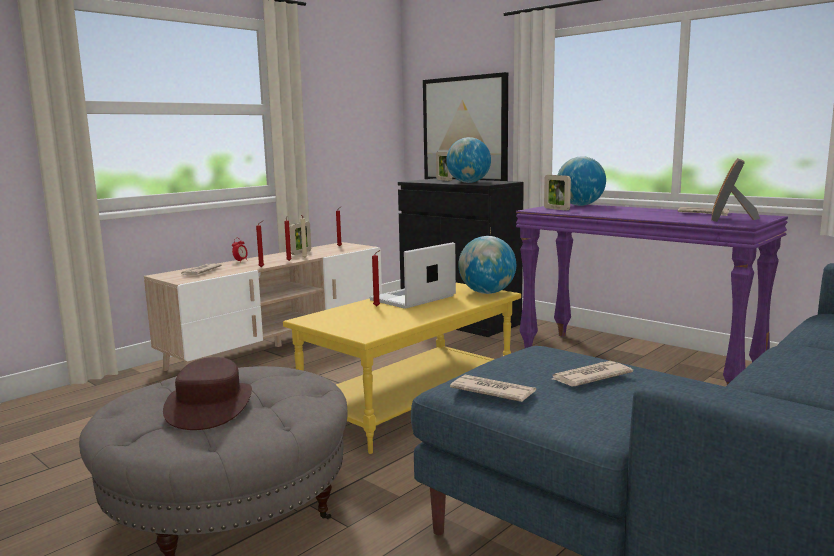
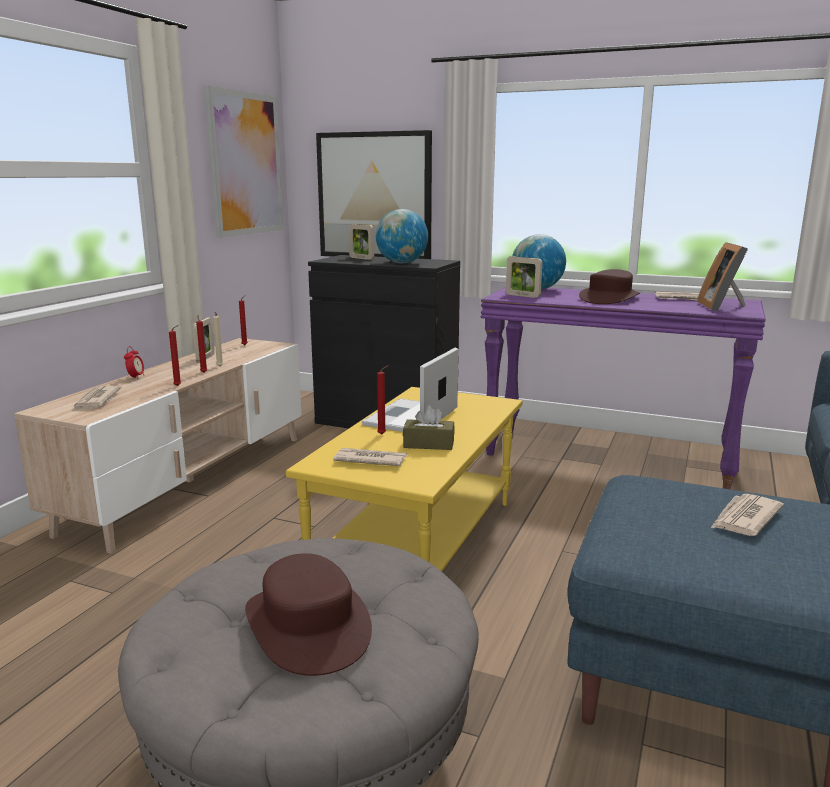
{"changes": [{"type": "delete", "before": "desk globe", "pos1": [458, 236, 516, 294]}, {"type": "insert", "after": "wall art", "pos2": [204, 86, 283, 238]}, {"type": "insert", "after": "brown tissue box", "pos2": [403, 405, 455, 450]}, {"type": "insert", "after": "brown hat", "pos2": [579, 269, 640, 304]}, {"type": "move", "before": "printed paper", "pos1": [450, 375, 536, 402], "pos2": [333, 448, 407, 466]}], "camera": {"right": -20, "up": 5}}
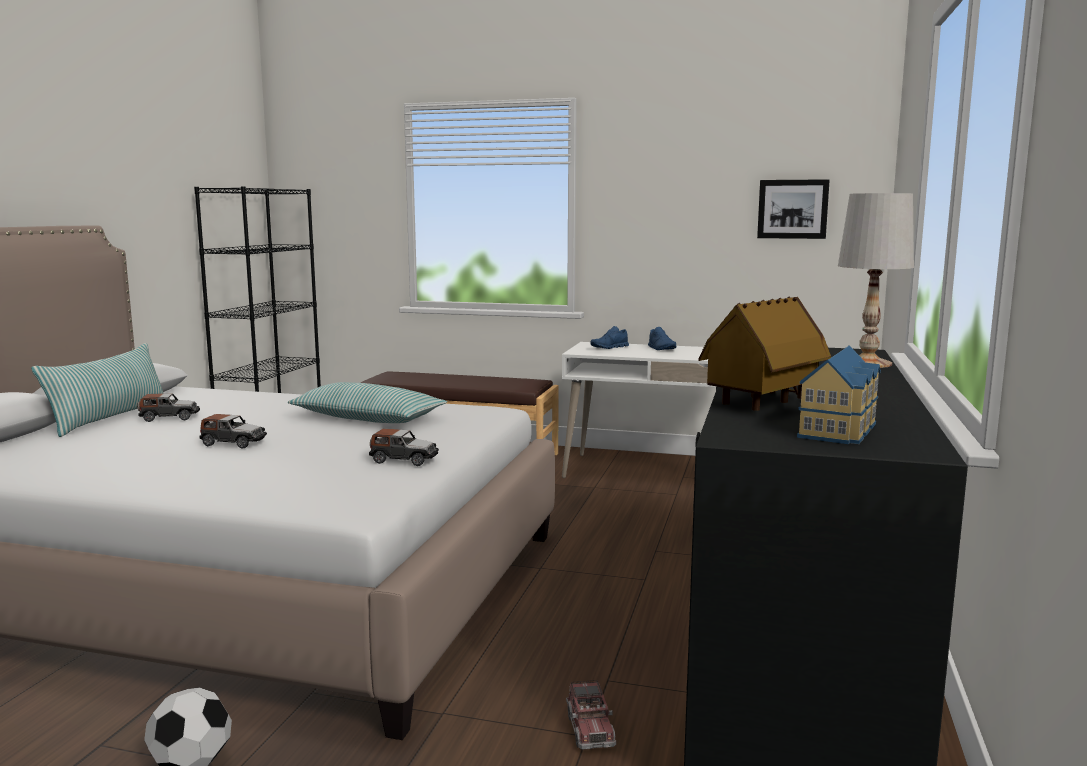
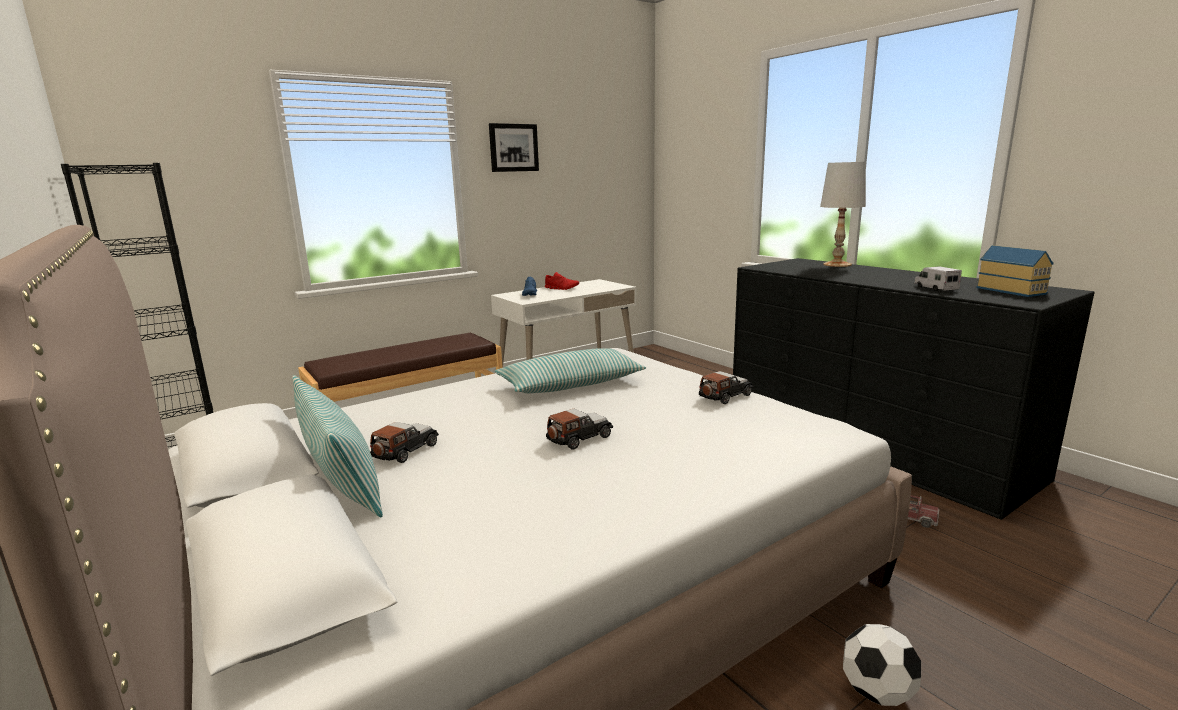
{"changes": [{"type": "move", "before": "wall art", "pos1": [757, 179, 830, 239], "pos2": [489, 123, 539, 172]}, {"type": "replace", "before": "model house", "after": "toy truck", "pos1": [698, 296, 831, 411], "pos2": [914, 266, 962, 291]}, {"type": "recolor", "before": "blue low shoe", "after": "red low shoe", "pos1": [648, 327, 677, 350], "pos2": [545, 272, 579, 290]}], "camera": {"right": -50, "up": 5}}
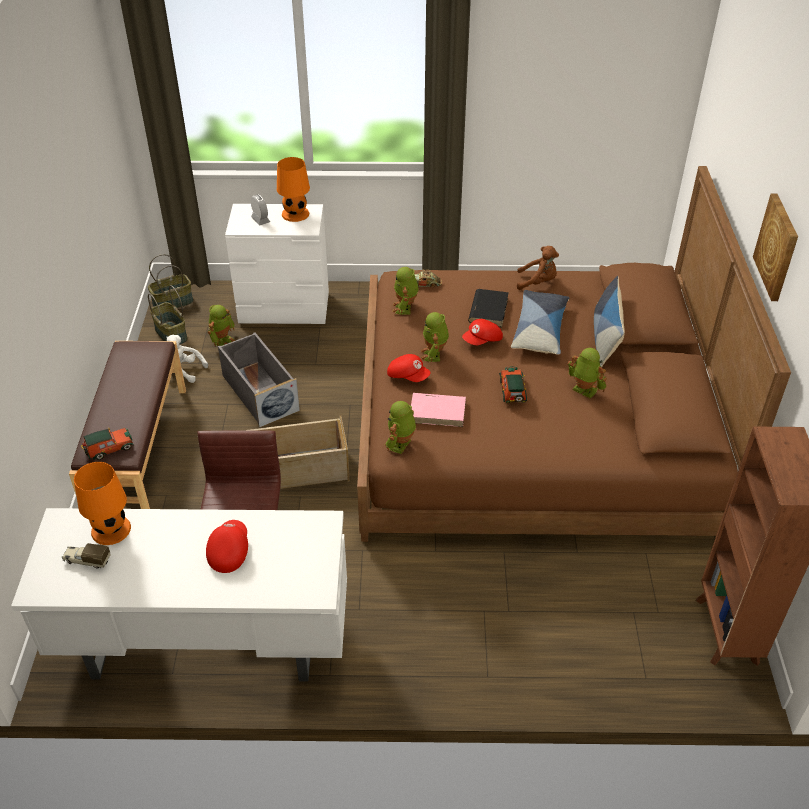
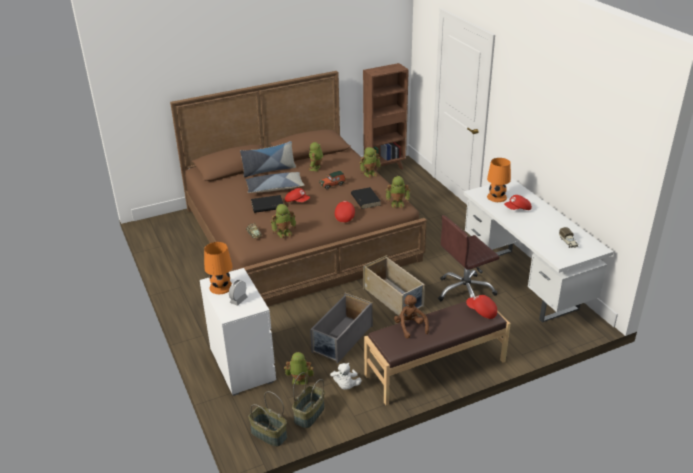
{"changes": [{"type": "delete", "before": "wall art", "pos1": [753, 194, 798, 301]}, {"type": "move", "before": "orange-coloured lamp for a table", "pos1": [74, 462, 131, 545], "pos2": [487, 158, 511, 202]}, {"type": "move", "before": "toy robot", "pos1": [421, 312, 449, 362], "pos2": [359, 147, 381, 178]}, {"type": "move", "before": "brown soft toy", "pos1": [517, 246, 559, 290], "pos2": [394, 295, 429, 339]}, {"type": "replace", "before": "model car", "after": "red baseball cap", "pos1": [81, 428, 133, 460], "pos2": [466, 295, 497, 319]}, {"type": "recolor", "before": "pinkish bound book", "after": "black-coloured bound book", "pos1": [411, 393, 466, 427], "pos2": [351, 187, 380, 209]}], "camera": {"right": -115, "up": -10}}
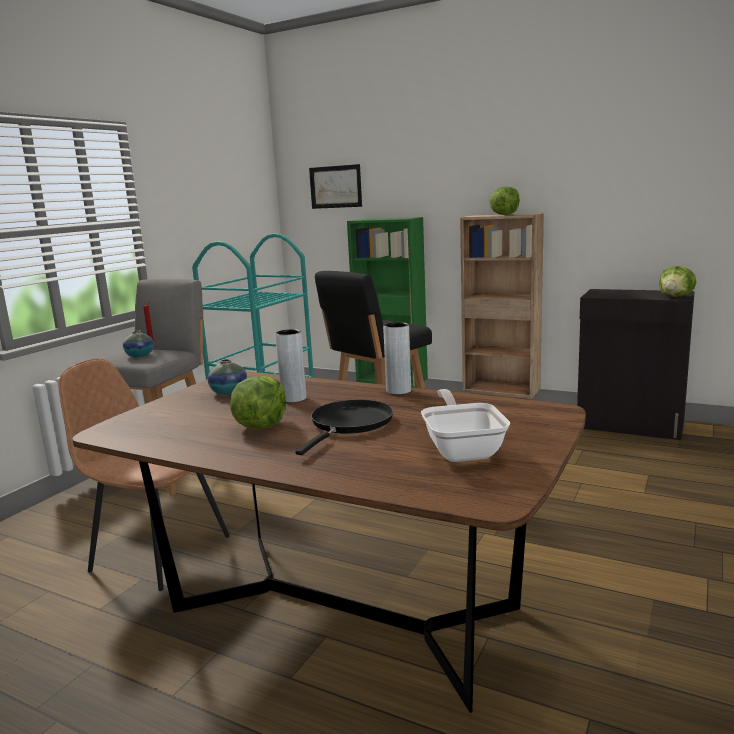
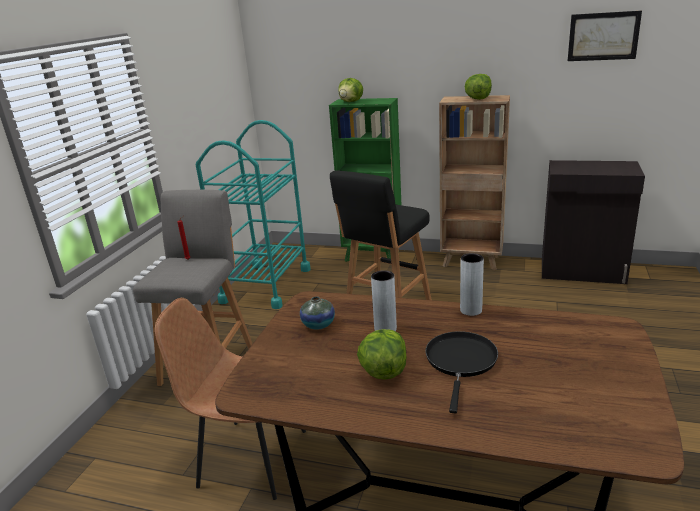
{"changes": [{"type": "delete", "before": "decorative vase", "pos1": [123, 330, 154, 357]}, {"type": "delete", "before": "pan", "pos1": [421, 389, 510, 462]}, {"type": "move", "before": "wall art", "pos1": [309, 164, 362, 209], "pos2": [568, 11, 642, 61]}, {"type": "move", "before": "lettuce", "pos1": [659, 266, 697, 297], "pos2": [338, 78, 363, 102]}], "camera": {"right": -10, "up": 10}}
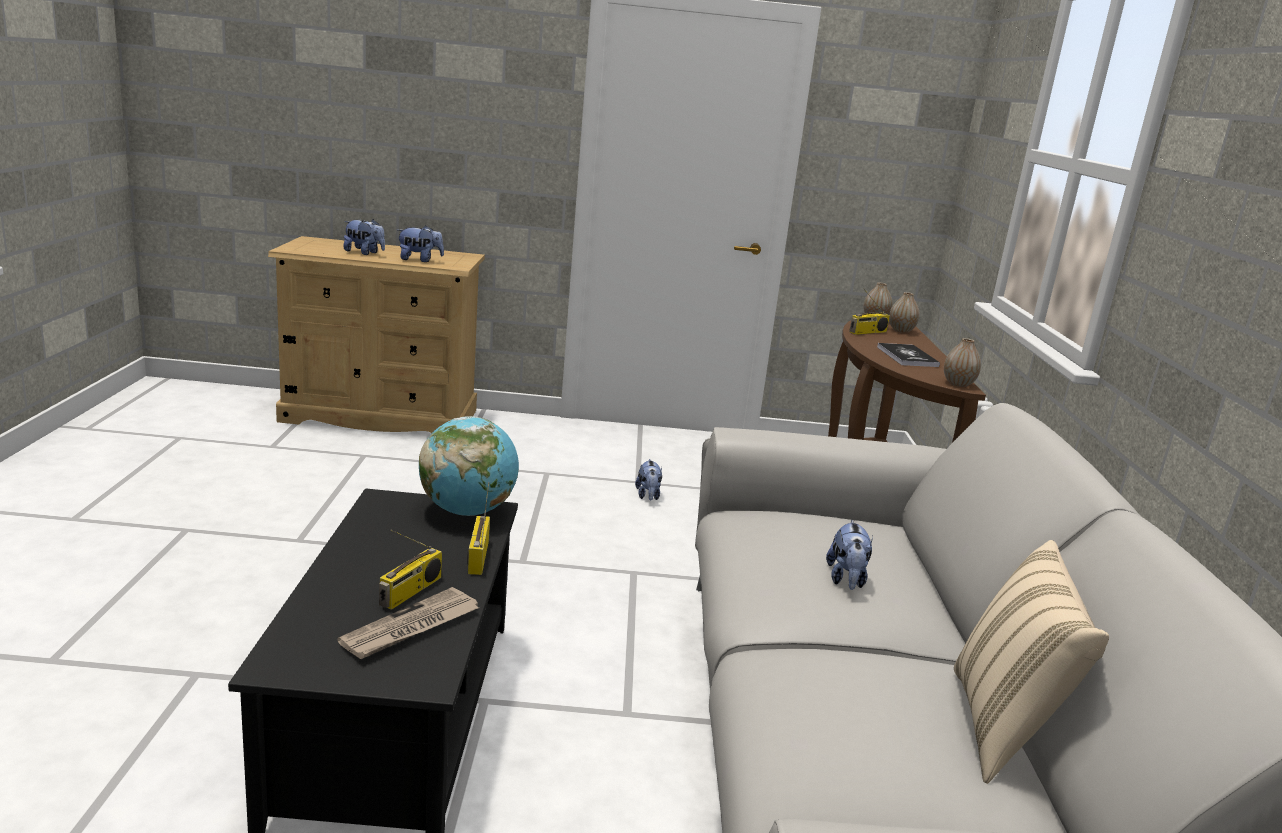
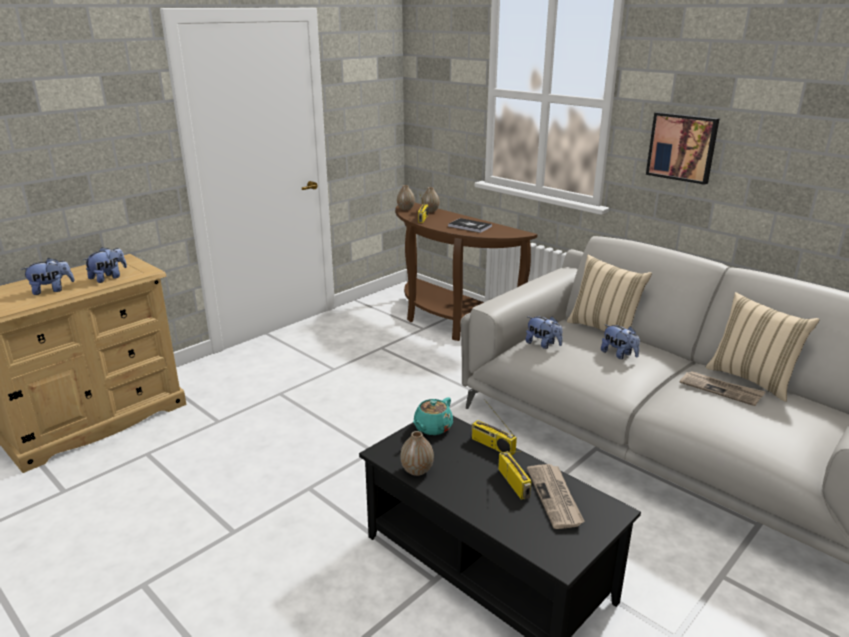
{"changes": [{"type": "insert", "after": "beige throw pillow", "pos2": [567, 255, 652, 331]}, {"type": "insert", "after": "wall art", "pos2": [646, 112, 720, 185]}, {"type": "insert", "after": "printed paper", "pos2": [680, 371, 765, 406]}, {"type": "move", "before": "soft toy", "pos1": [635, 459, 662, 501], "pos2": [525, 316, 563, 349]}, {"type": "move", "before": "decorative vase", "pos1": [944, 338, 981, 387], "pos2": [400, 431, 434, 476]}, {"type": "replace", "before": "desk globe", "after": "turquoise teapot", "pos1": [419, 416, 519, 516], "pos2": [413, 398, 453, 435]}], "camera": {"right": -45, "up": 5}}
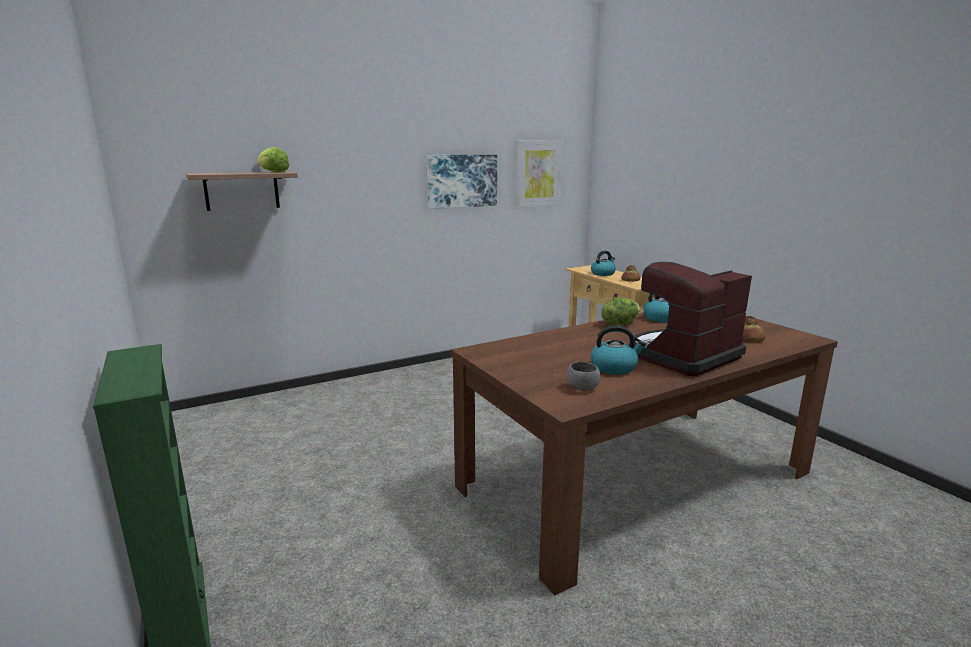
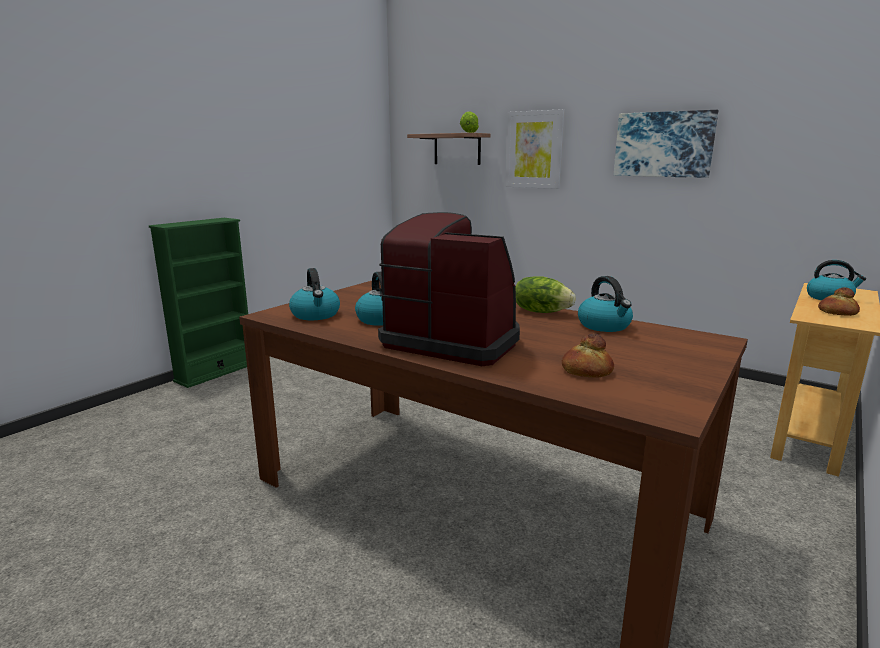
{"changes": [{"type": "move", "before": "wall art", "pos1": [516, 140, 563, 208], "pos2": [505, 109, 565, 189]}, {"type": "replace", "before": "greyish bowl", "after": "water kettle", "pos1": [567, 362, 600, 391], "pos2": [289, 268, 340, 320]}], "camera": {"right": 65, "up": 0}}
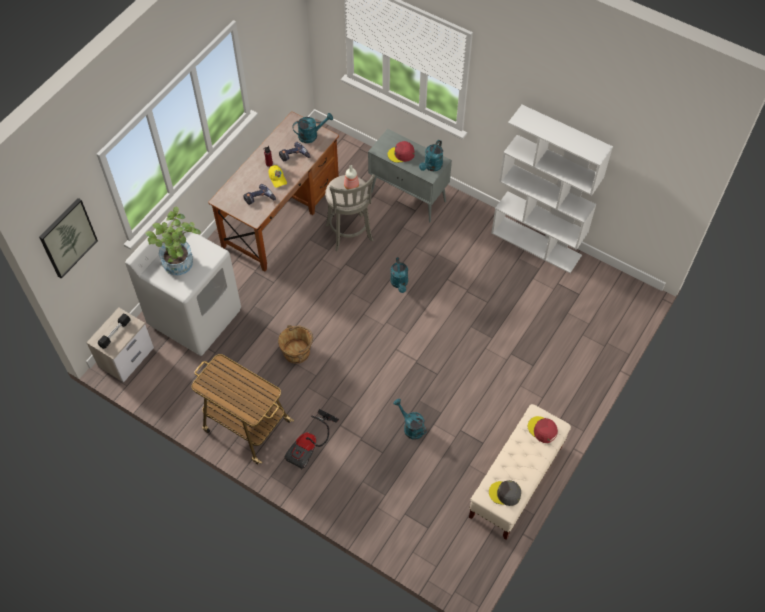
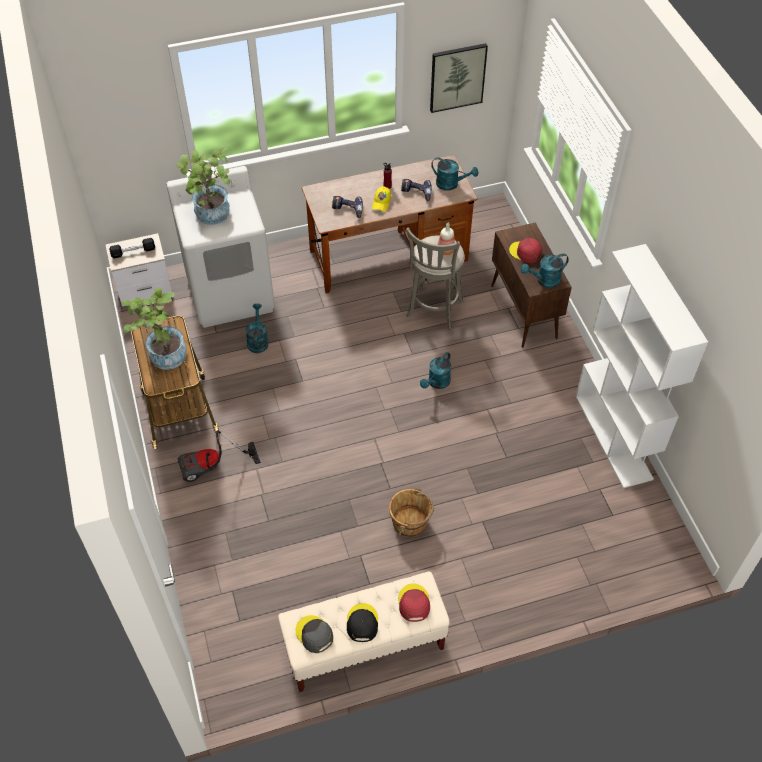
{"changes": [{"type": "insert", "after": "plant in a pot", "pos2": [122, 287, 186, 370]}, {"type": "insert", "after": "black-coloured baseball cap", "pos2": [347, 603, 378, 642]}, {"type": "move", "before": "wall art", "pos1": [39, 198, 98, 279], "pos2": [430, 43, 488, 113]}, {"type": "move", "before": "brown water bucket", "pos1": [278, 325, 313, 364], "pos2": [389, 487, 434, 537]}, {"type": "move", "before": "turquoise sprinkling can", "pos1": [393, 399, 427, 440], "pos2": [245, 304, 268, 353]}, {"type": "recolor", "before": "greyish storage cabinet", "after": "brown storage cabinet", "pos1": [368, 129, 452, 222], "pos2": [491, 222, 572, 348]}], "camera": {"right": 40, "up": -5}}
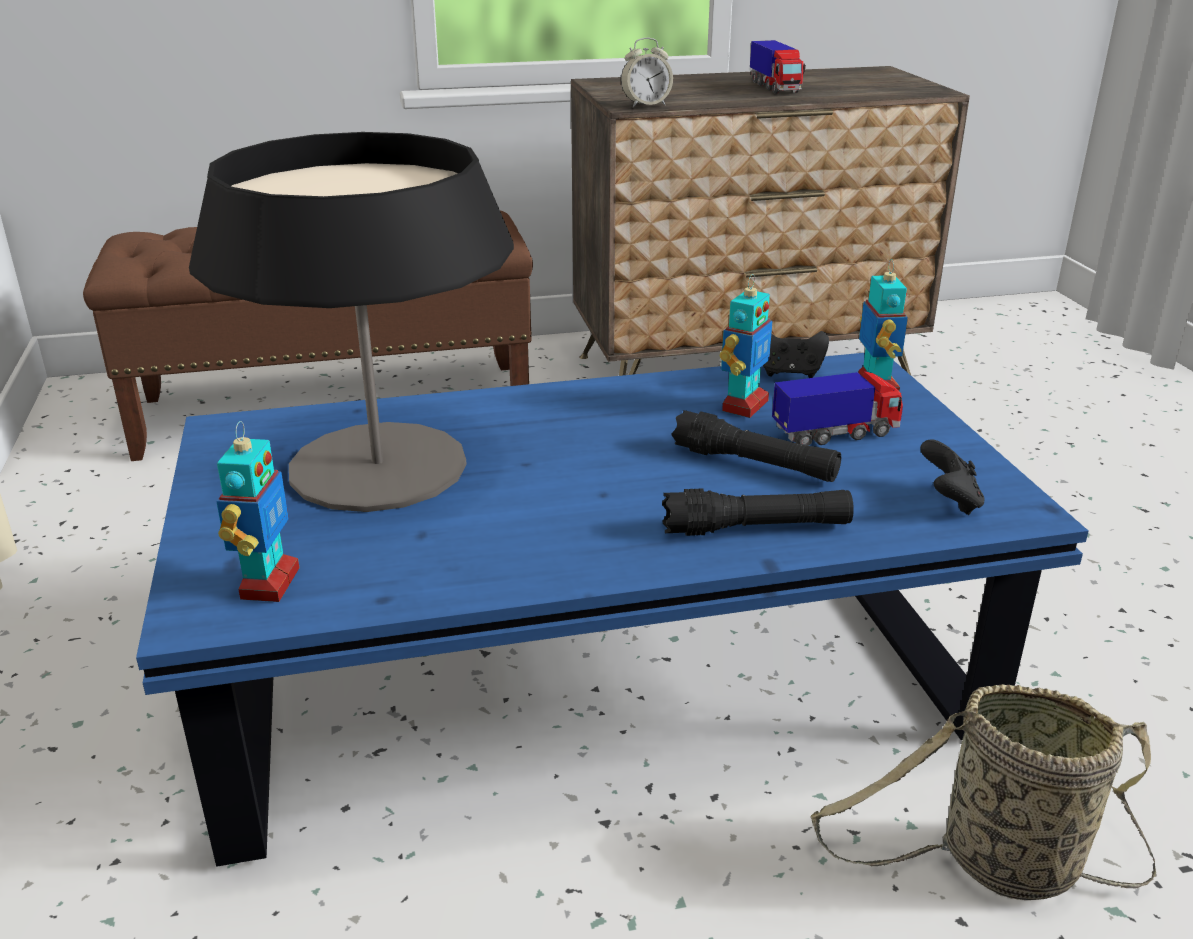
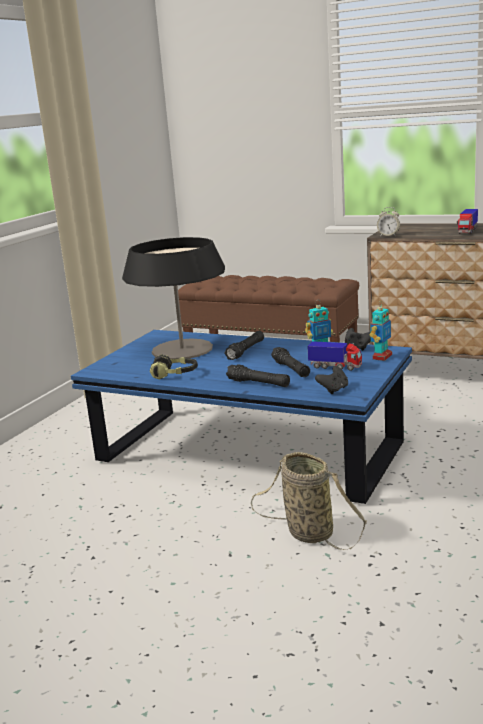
{"changes": [{"type": "delete", "before": "toy robot", "pos1": [217, 421, 299, 602]}, {"type": "insert", "after": "headset", "pos2": [150, 354, 198, 380]}, {"type": "insert", "after": "black-coloured hand torch", "pos2": [224, 331, 264, 360]}], "camera": {"right": 40, "up": -10}}
